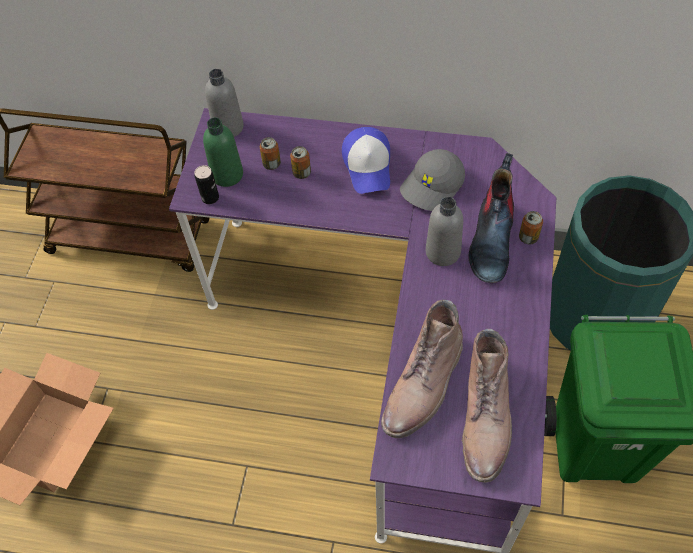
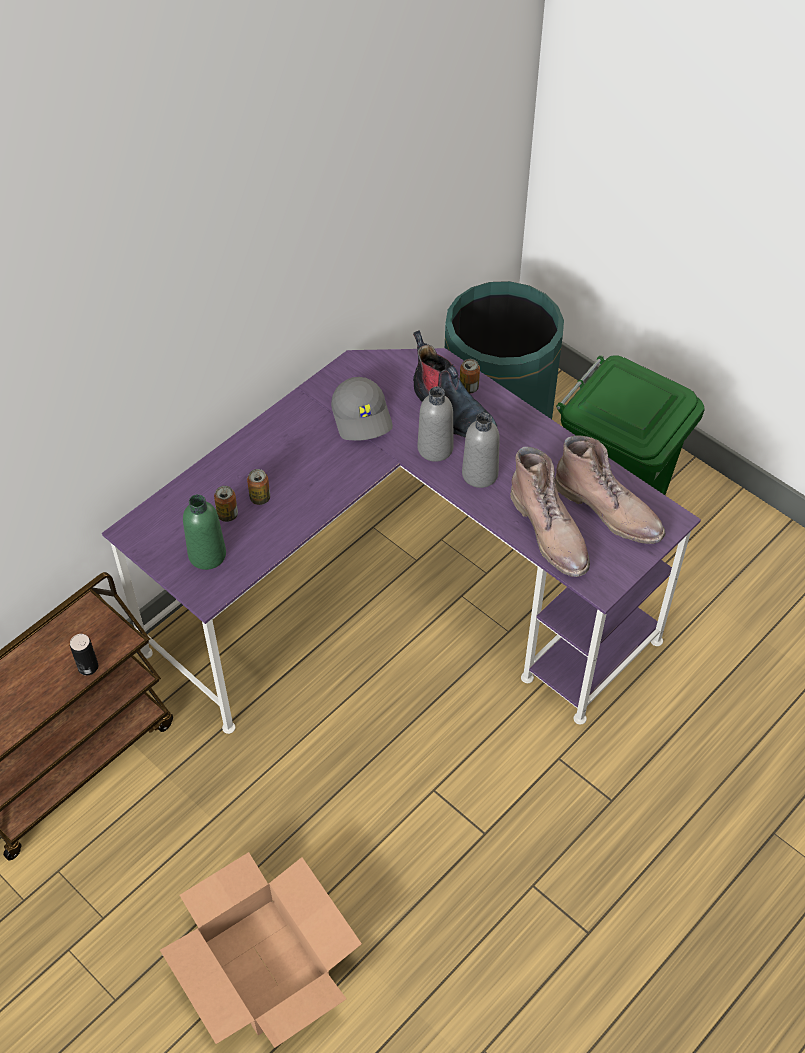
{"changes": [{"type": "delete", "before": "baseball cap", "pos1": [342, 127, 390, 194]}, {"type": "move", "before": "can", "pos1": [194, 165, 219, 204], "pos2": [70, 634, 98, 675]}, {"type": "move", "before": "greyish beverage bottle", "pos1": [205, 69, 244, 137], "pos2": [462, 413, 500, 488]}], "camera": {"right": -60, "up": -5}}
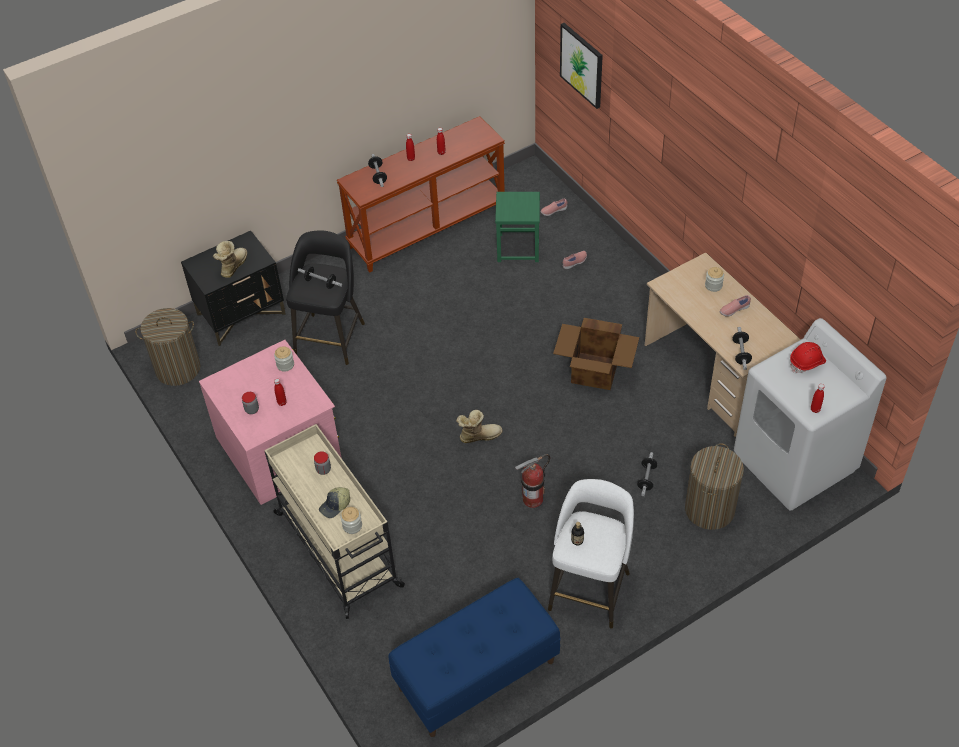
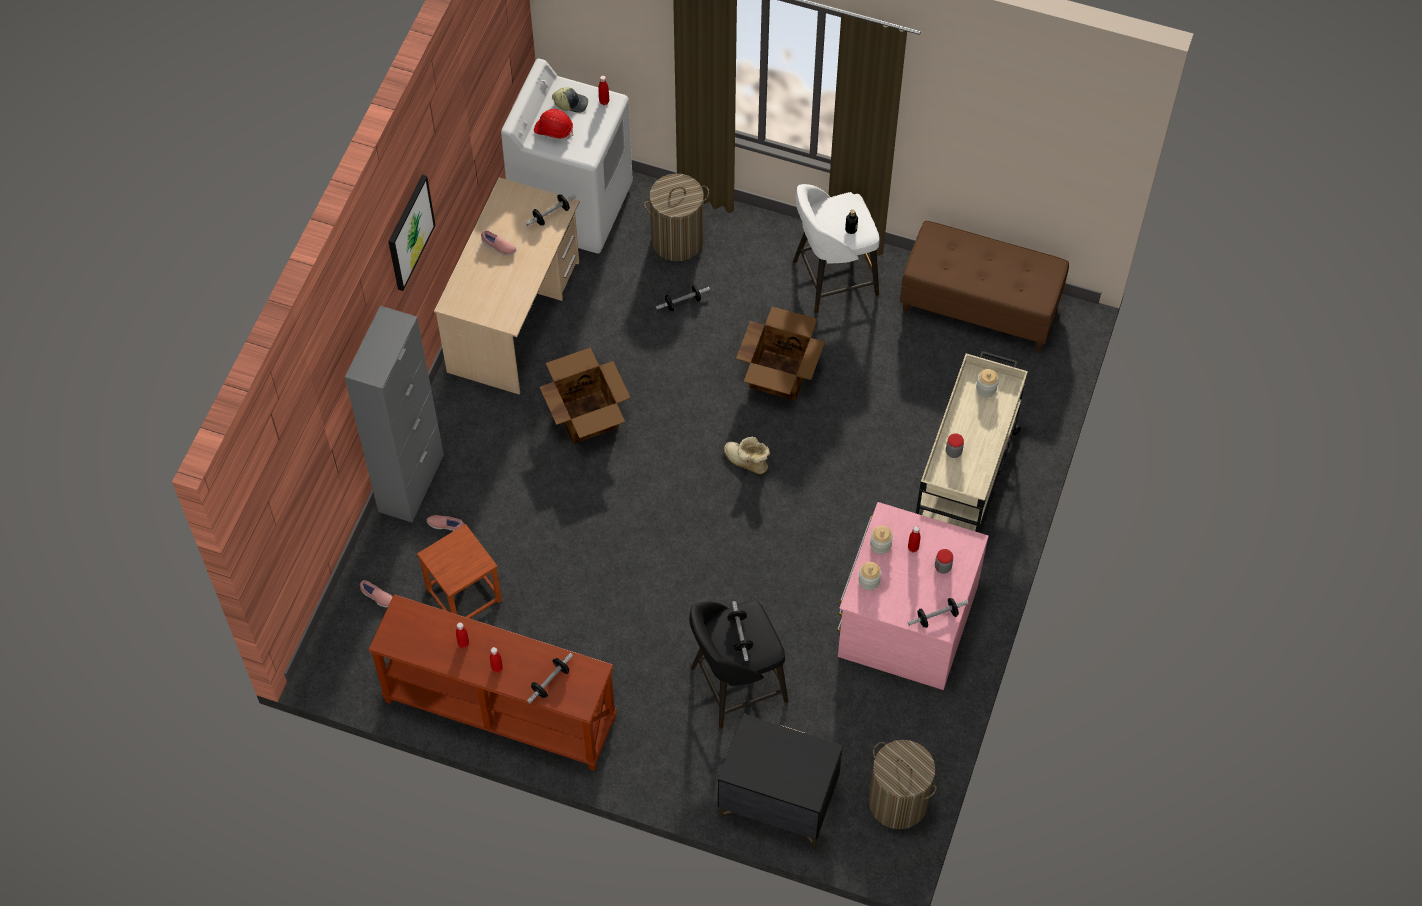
{"changes": [{"type": "delete", "before": "boot", "pos1": [213, 241, 247, 278]}, {"type": "insert", "after": "greyish storage cabinet", "pos2": [345, 306, 444, 523]}, {"type": "insert", "after": "hand weight", "pos2": [908, 598, 969, 628]}, {"type": "move", "before": "baseball cap", "pos1": [319, 487, 350, 518], "pos2": [552, 87, 588, 113]}, {"type": "move", "before": "wall art", "pos1": [560, 23, 603, 109], "pos2": [388, 175, 436, 291]}, {"type": "move", "before": "jar", "pos1": [705, 267, 724, 292], "pos2": [870, 526, 893, 554]}, {"type": "replace", "before": "extinguisher", "after": "packing box", "pos1": [515, 454, 550, 508], "pos2": [736, 306, 825, 401]}, {"type": "recolor", "before": "blue indoor bench", "after": "brown indoor bench", "pos1": [389, 578, 560, 737], "pos2": [900, 221, 1069, 351]}, {"type": "recolor", "before": "green-coloured sitting stool", "after": "brown sitting stool", "pos1": [495, 192, 540, 262], "pos2": [417, 524, 502, 618]}], "camera": {"right": -130, "up": 10}}
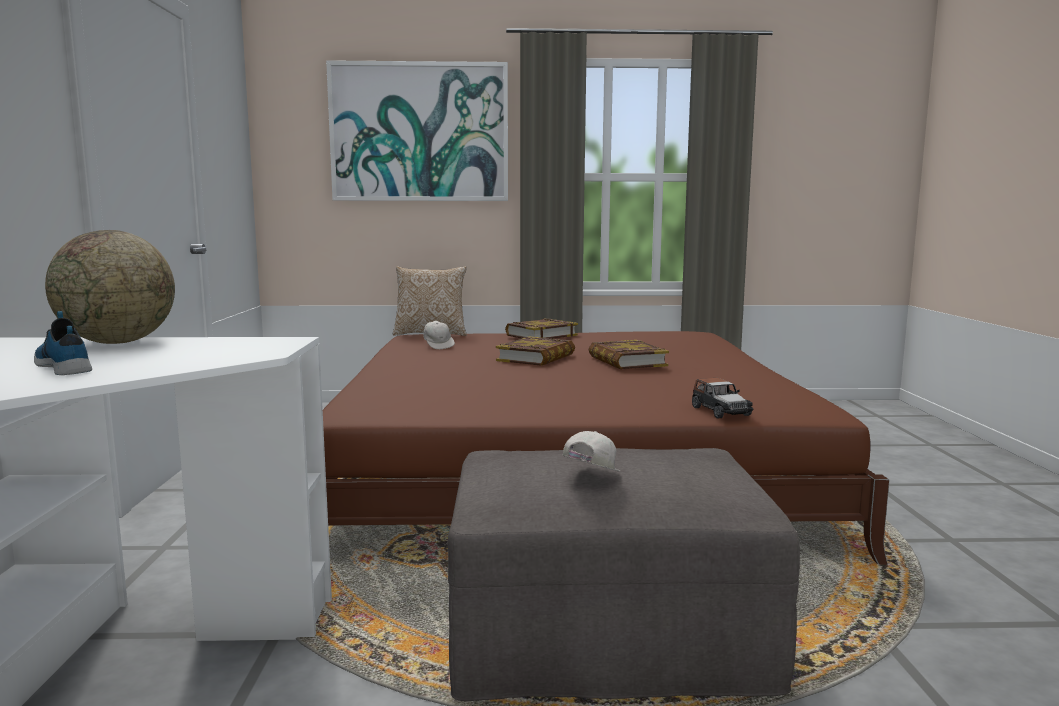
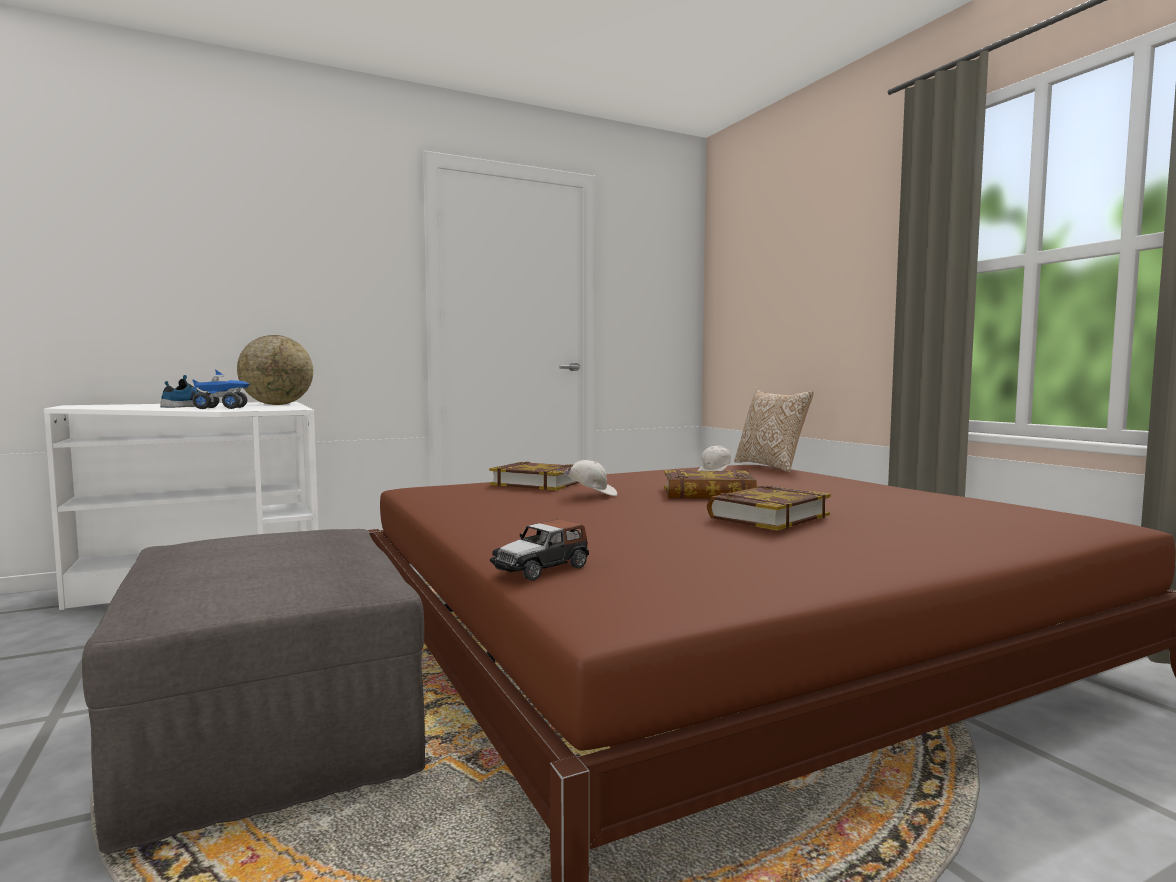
{"changes": [{"type": "delete", "before": "wall art", "pos1": [326, 60, 508, 201]}, {"type": "insert", "after": "toy truck", "pos2": [192, 369, 249, 409]}, {"type": "move", "before": "bound book", "pos1": [505, 319, 578, 339], "pos2": [489, 462, 579, 490]}, {"type": "move", "before": "white baseball cap", "pos1": [562, 431, 621, 472], "pos2": [558, 460, 617, 496]}], "camera": {"right": 65, "up": -5}}
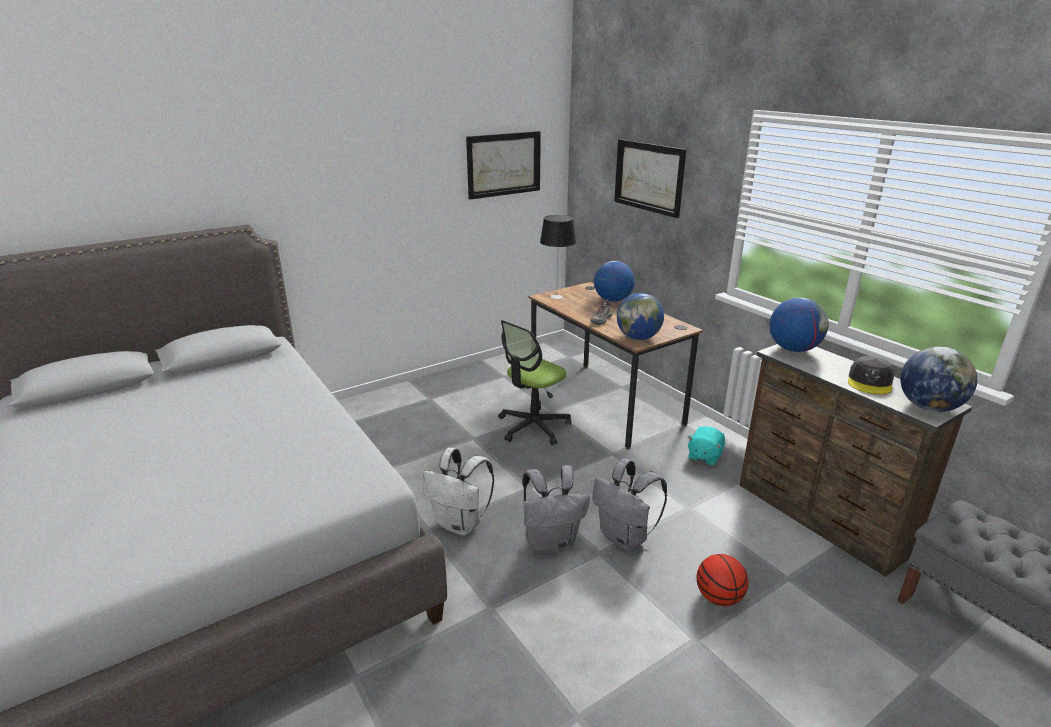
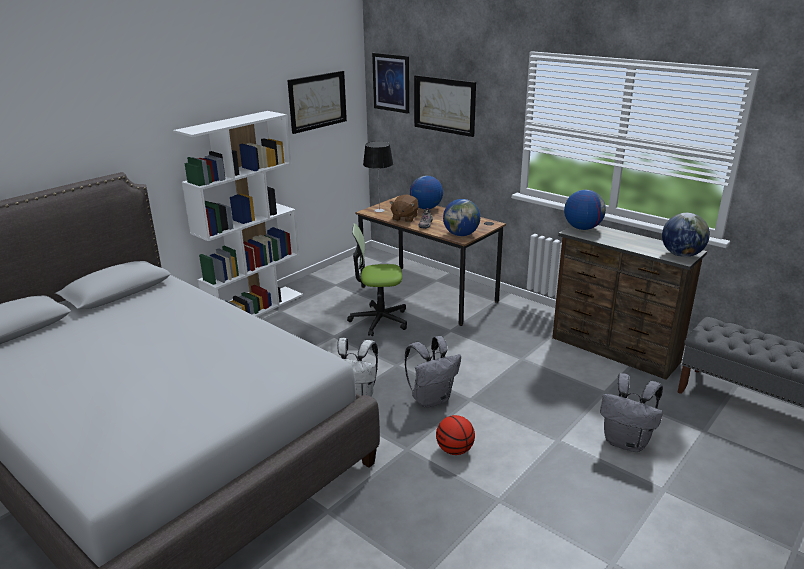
{"changes": [{"type": "delete", "before": "turquoise soft toy", "pos1": [687, 426, 725, 466]}, {"type": "delete", "before": "greyish baseball cap", "pos1": [848, 356, 894, 395]}, {"type": "insert", "after": "white bookcase", "pos2": [173, 111, 303, 317]}, {"type": "insert", "after": "wall art", "pos2": [372, 53, 409, 114]}, {"type": "insert", "after": "brown soft toy", "pos2": [389, 194, 419, 222]}, {"type": "move", "before": "greyish backpack", "pos1": [592, 458, 667, 551], "pos2": [600, 373, 663, 452]}, {"type": "move", "before": "basketball ball", "pos1": [697, 554, 748, 606], "pos2": [436, 415, 475, 455]}, {"type": "rotate", "before": "desk chair", "pos1": [498, 320, 571, 445], "pos2": [347, 223, 407, 336], "turn": 60}], "camera": {"right": -15, "up": 0}}
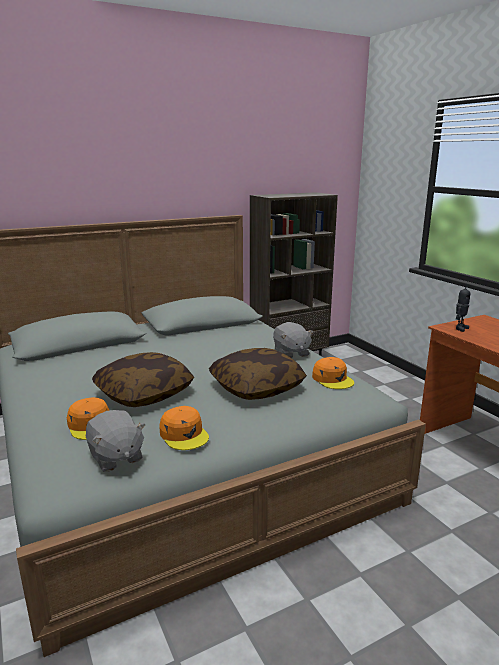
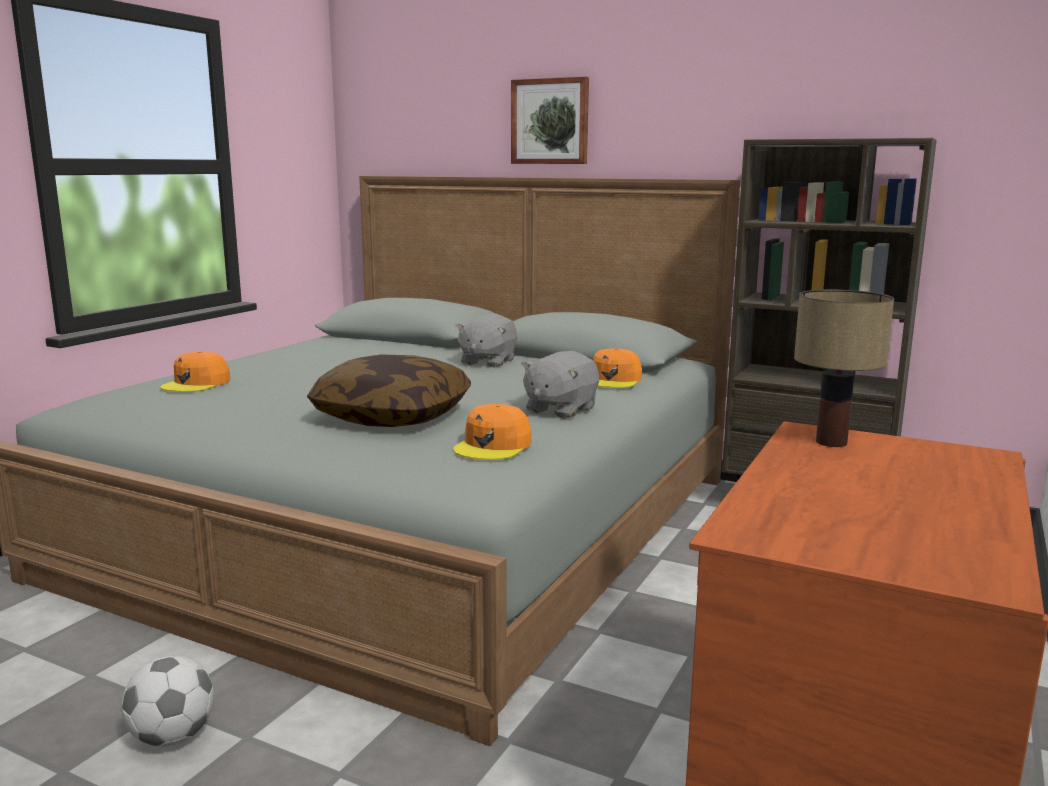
{"changes": [{"type": "delete", "before": "throw pillow", "pos1": [92, 352, 194, 407]}, {"type": "insert", "after": "football", "pos2": [121, 656, 214, 747]}, {"type": "insert", "after": "wall art", "pos2": [511, 77, 589, 164]}, {"type": "move", "before": "greyish soft toy", "pos1": [86, 410, 145, 472], "pos2": [455, 314, 517, 367]}, {"type": "move", "before": "orange-coloured baseball cap", "pos1": [160, 406, 209, 450], "pos2": [593, 348, 642, 388]}, {"type": "replace", "before": "toy robot", "after": "lamp for a table", "pos1": [456, 283, 470, 332], "pos2": [794, 290, 894, 447]}], "camera": {"right": 55, "up": -5}}
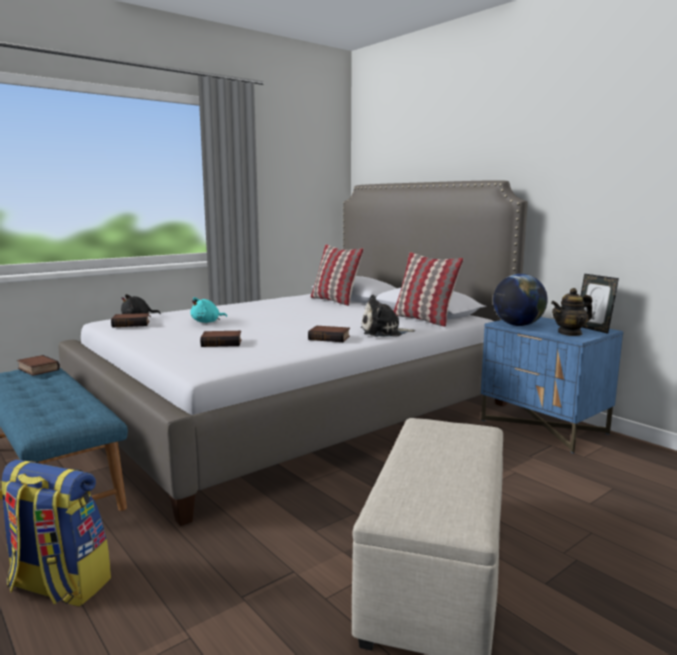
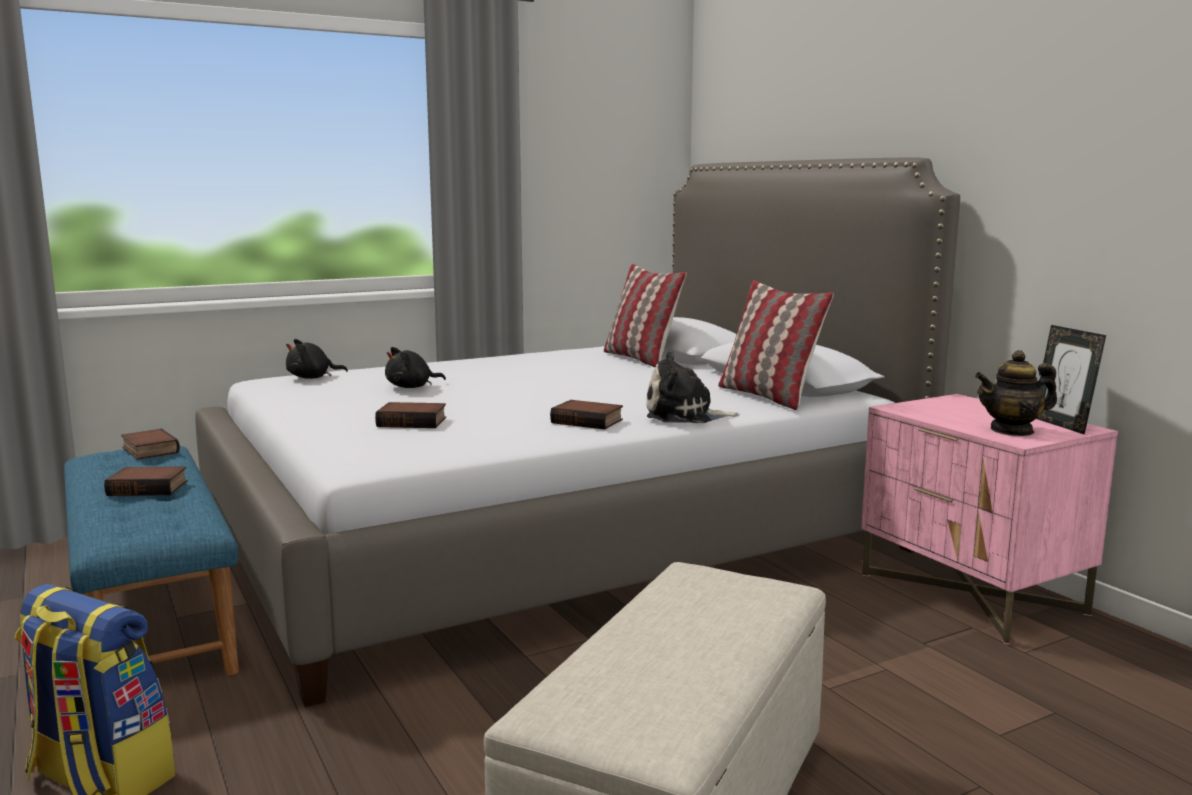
{"changes": [{"type": "delete", "before": "desk globe", "pos1": [493, 274, 548, 326]}, {"type": "move", "before": "bound book", "pos1": [111, 313, 150, 328], "pos2": [104, 466, 188, 496]}, {"type": "recolor", "before": "turquoise soft toy", "after": "black-coloured soft toy", "pos1": [191, 297, 227, 323], "pos2": [385, 347, 446, 388]}, {"type": "recolor", "before": "blue bedside table", "after": "pinkish bedside table", "pos1": [481, 317, 623, 453], "pos2": [861, 394, 1118, 644]}], "camera": {"right": 10, "up": 0}}
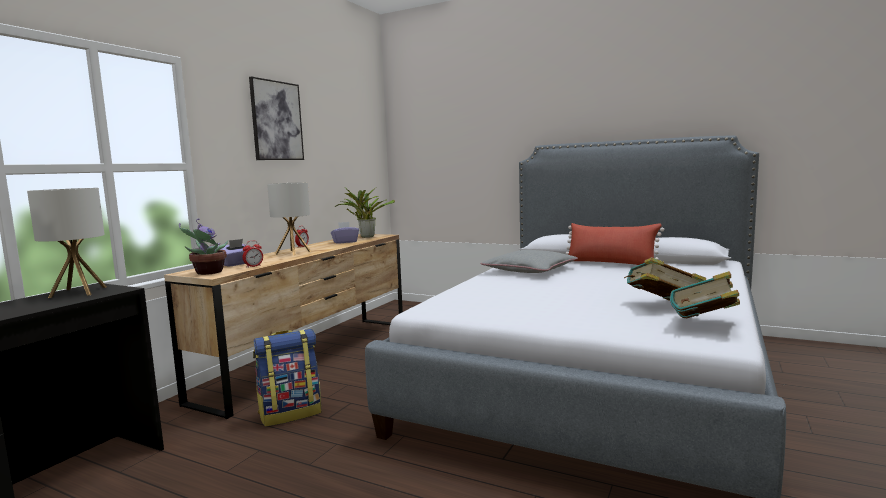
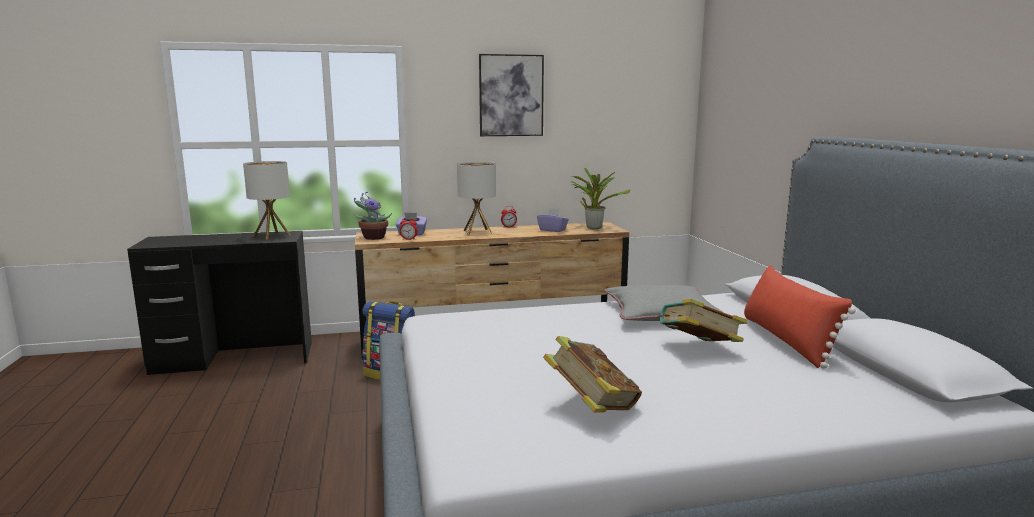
{"changes": [{"type": "move", "before": "bound book", "pos1": [670, 271, 740, 318], "pos2": [657, 299, 747, 342]}], "camera": {"right": 50, "up": 5}}
